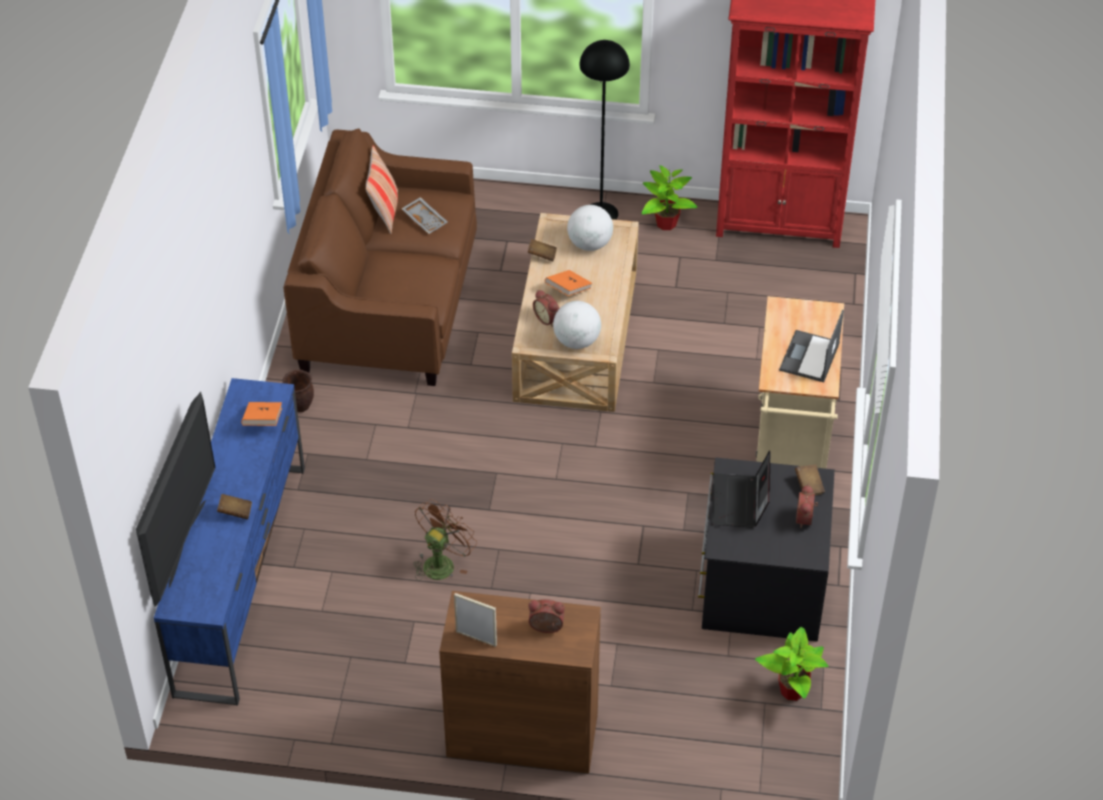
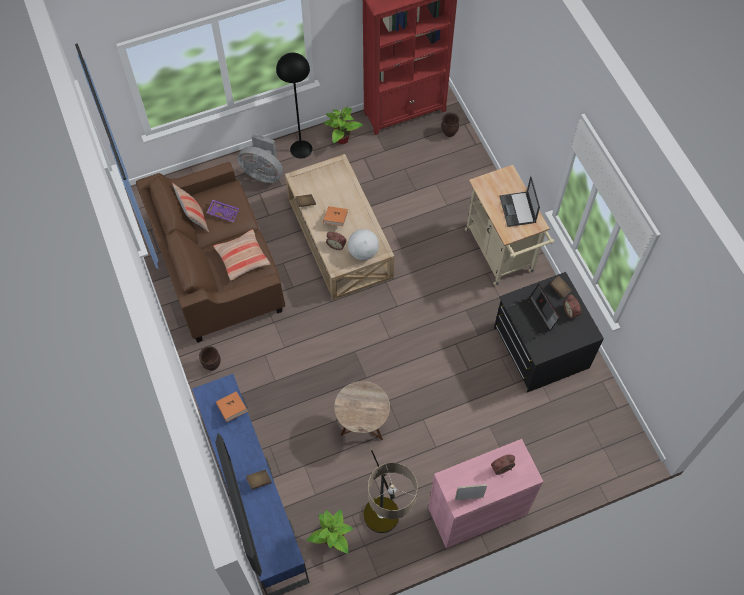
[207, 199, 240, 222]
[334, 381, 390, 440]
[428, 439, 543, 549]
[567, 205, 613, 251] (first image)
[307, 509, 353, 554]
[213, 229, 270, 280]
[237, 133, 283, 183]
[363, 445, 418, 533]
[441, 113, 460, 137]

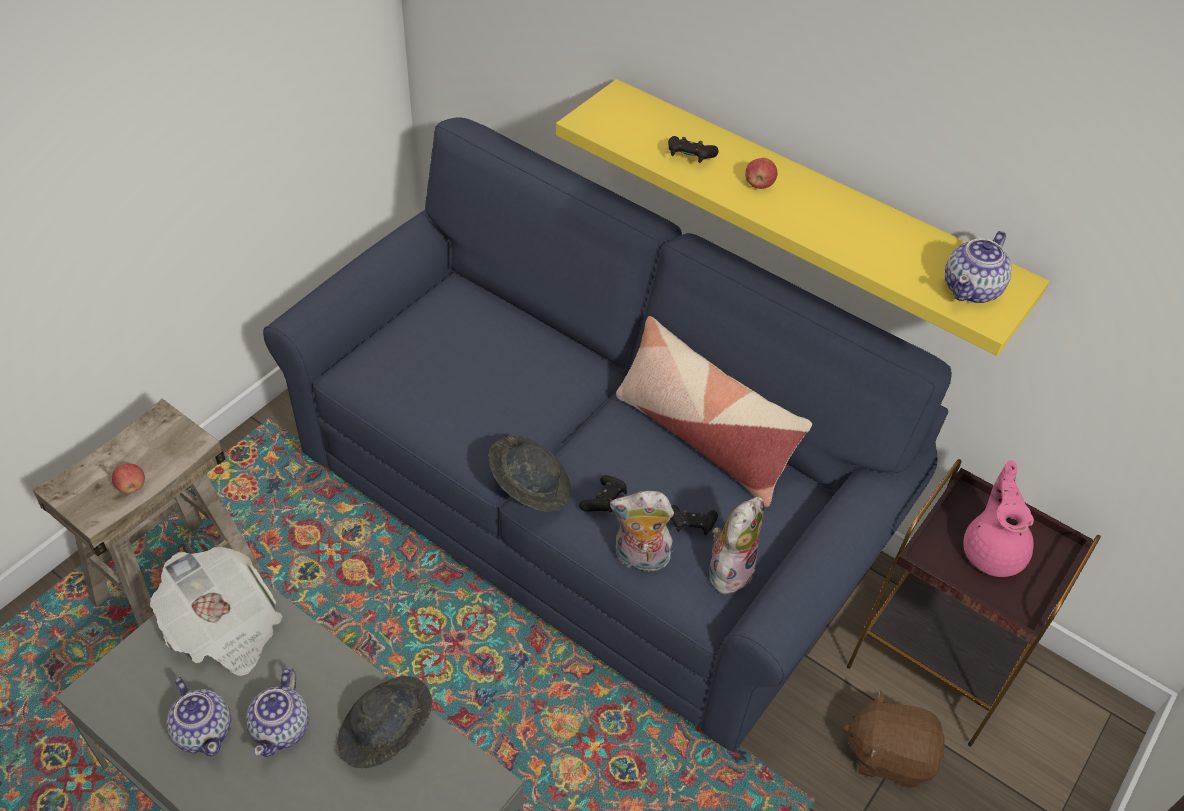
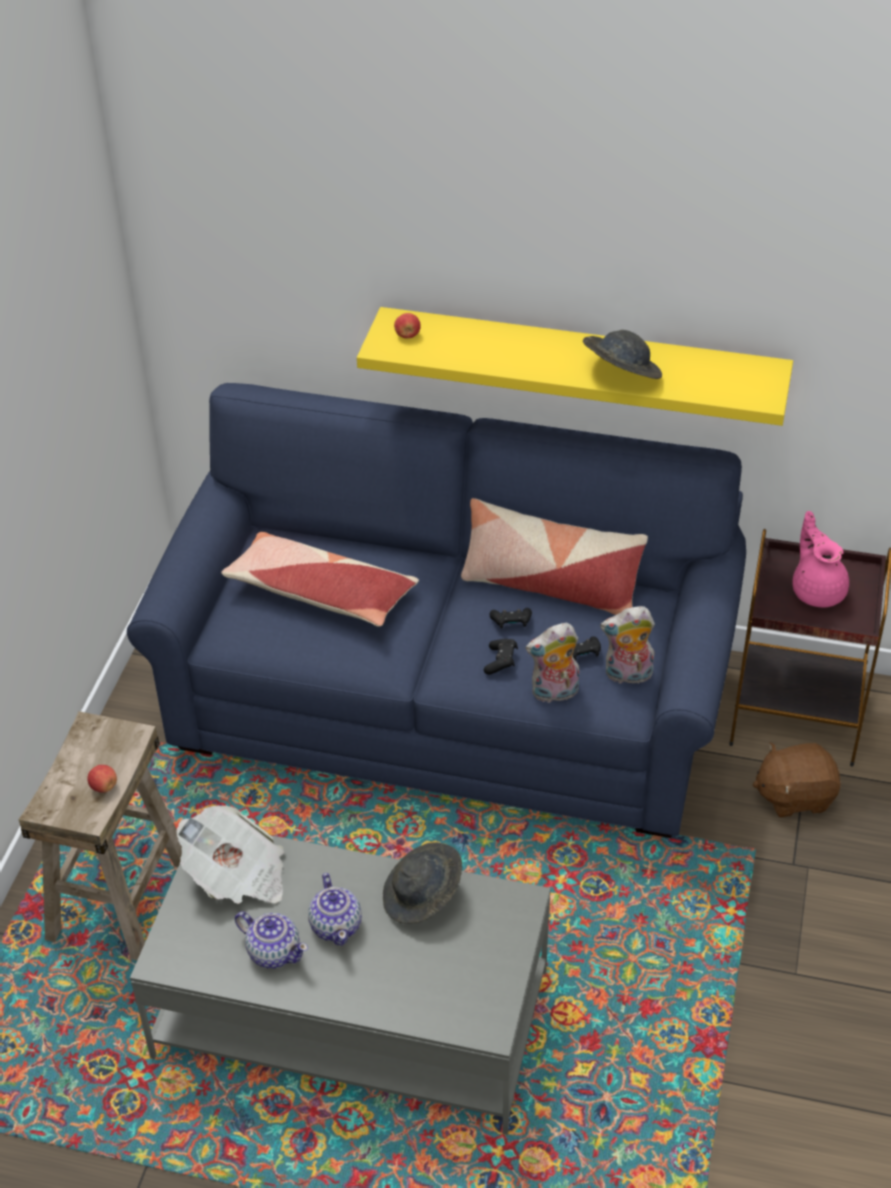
[583, 330, 662, 379]
[490, 608, 532, 629]
[600, 606, 655, 684]
[394, 313, 421, 339]
[945, 231, 1012, 303] (first image)
[221, 532, 419, 626]

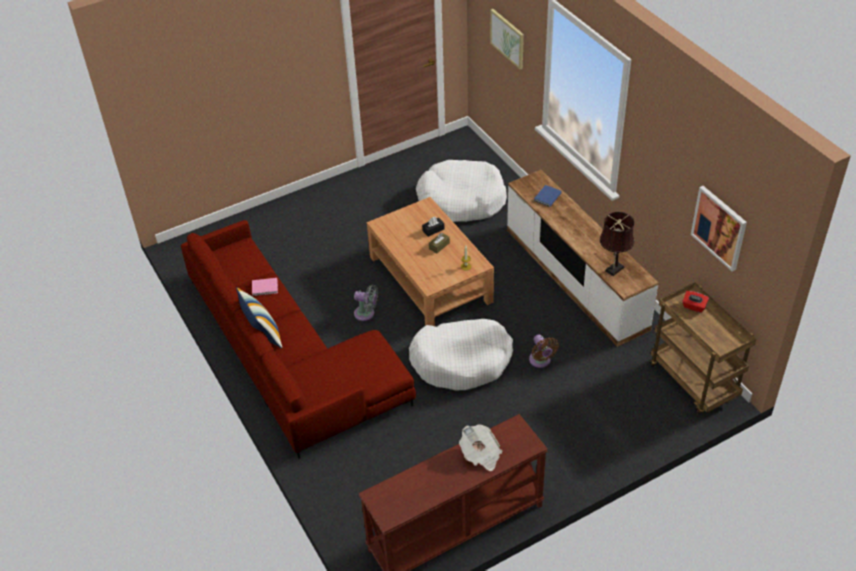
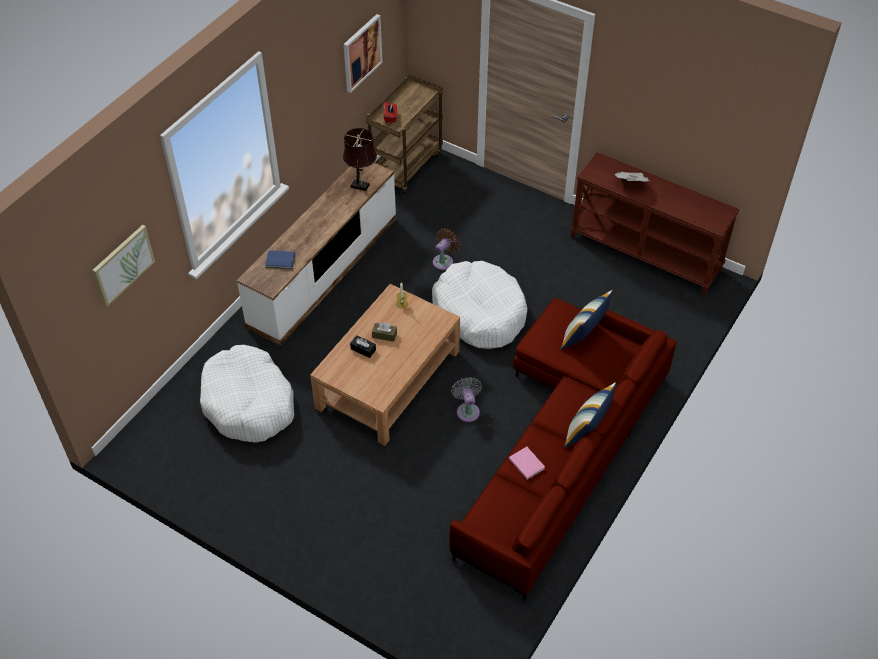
[561, 290, 613, 350]

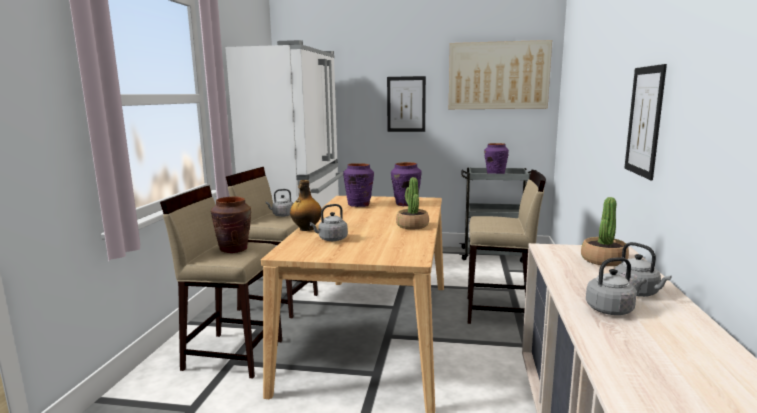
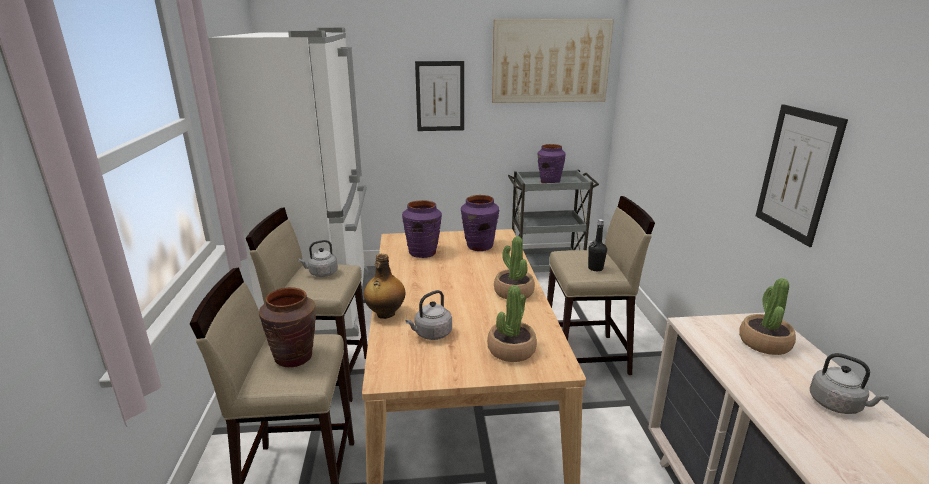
[586, 257, 647, 315] (first image)
[487, 285, 537, 362]
[588, 219, 607, 271]

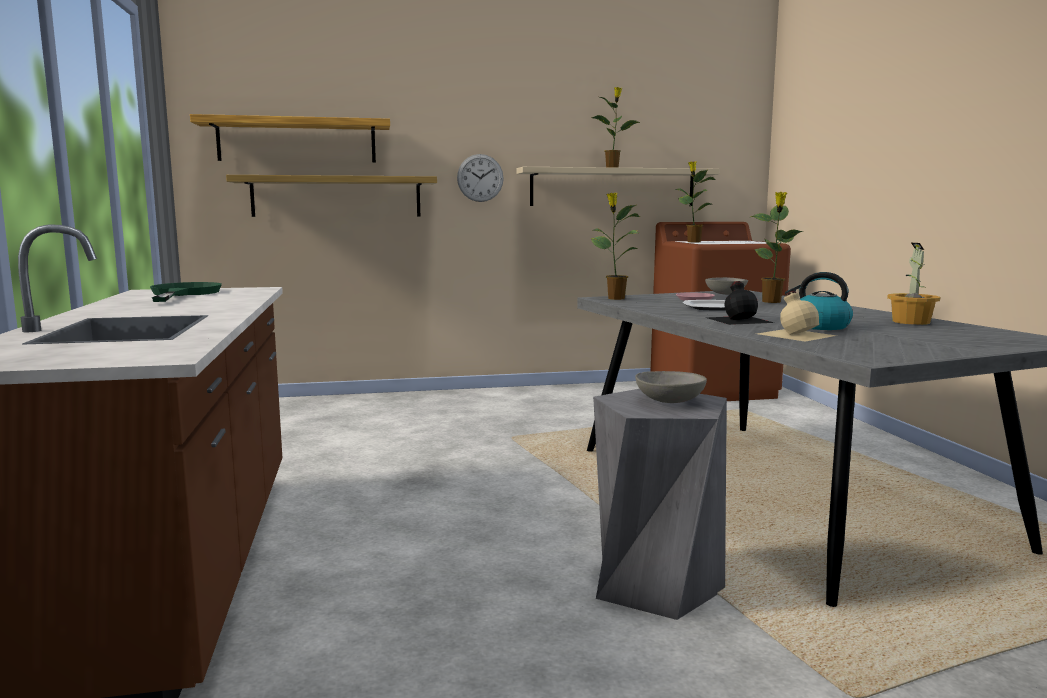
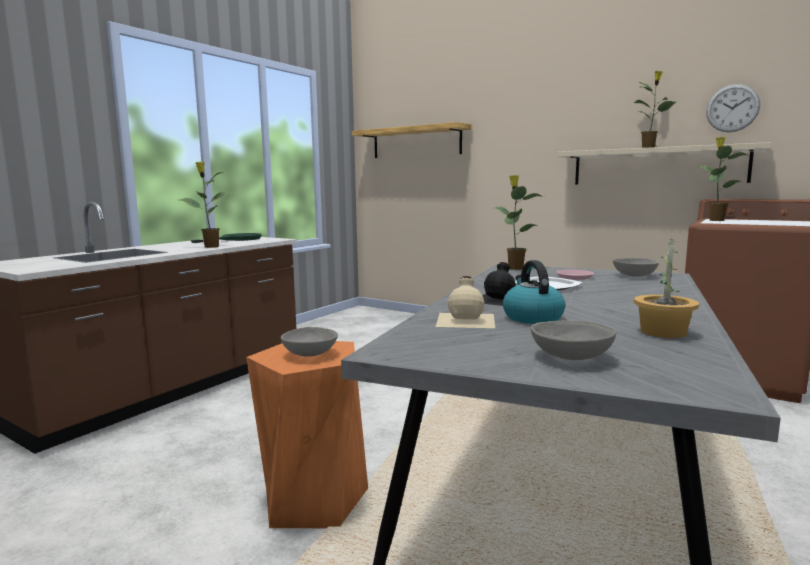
[226, 175, 437, 217] (first image)
[706, 84, 760, 132]
[246, 341, 368, 528]
[179, 162, 232, 248]
[531, 321, 616, 360]

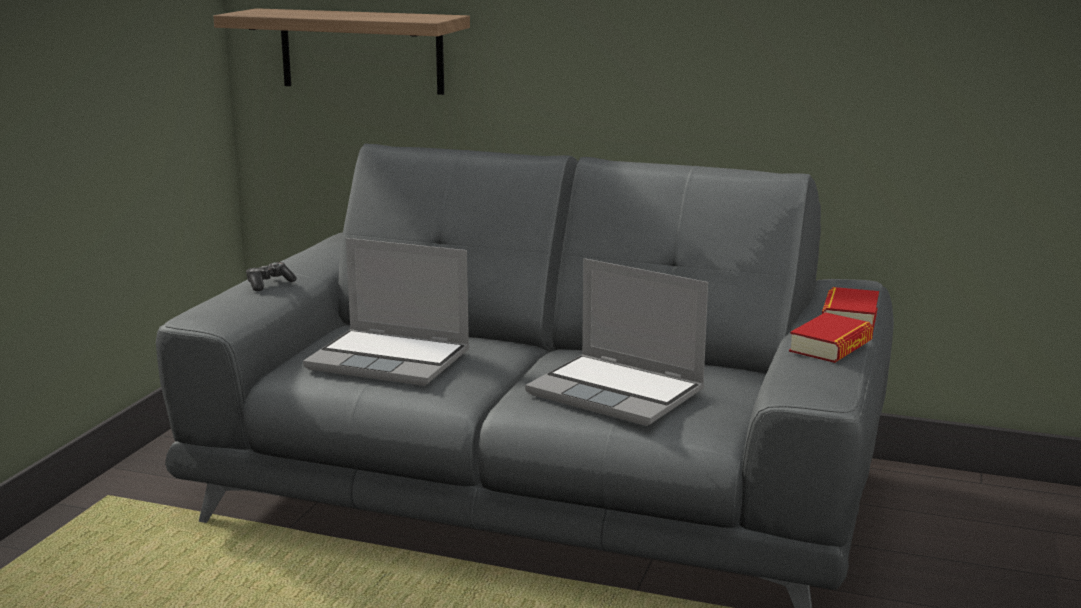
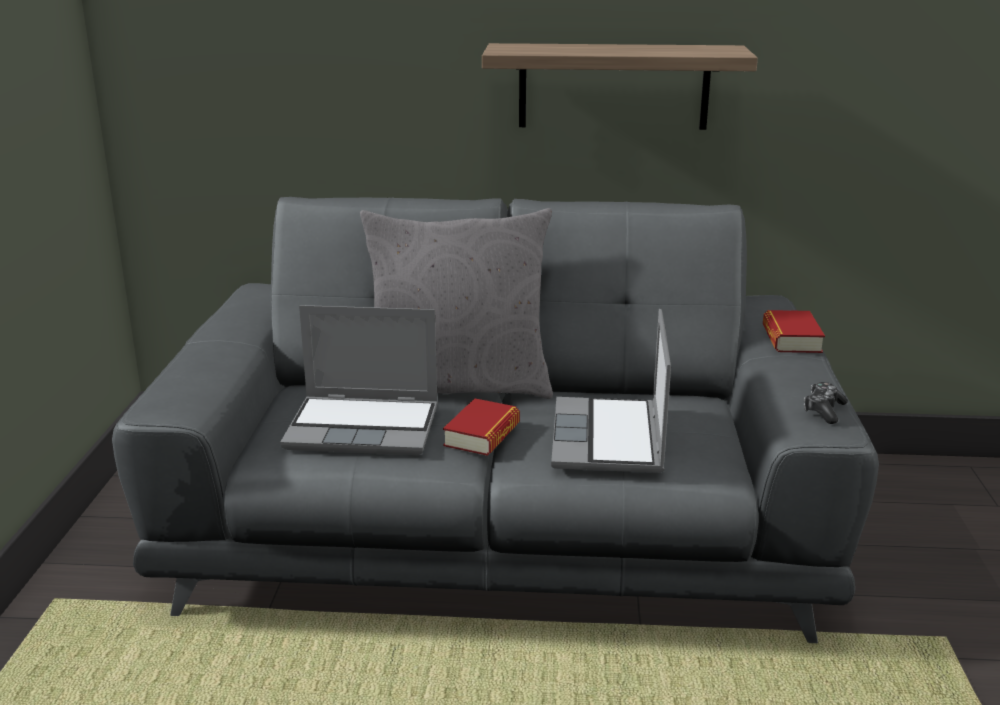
[482, 43, 758, 130]
[804, 382, 848, 424]
[551, 309, 671, 473]
[443, 398, 520, 456]
[360, 208, 553, 399]

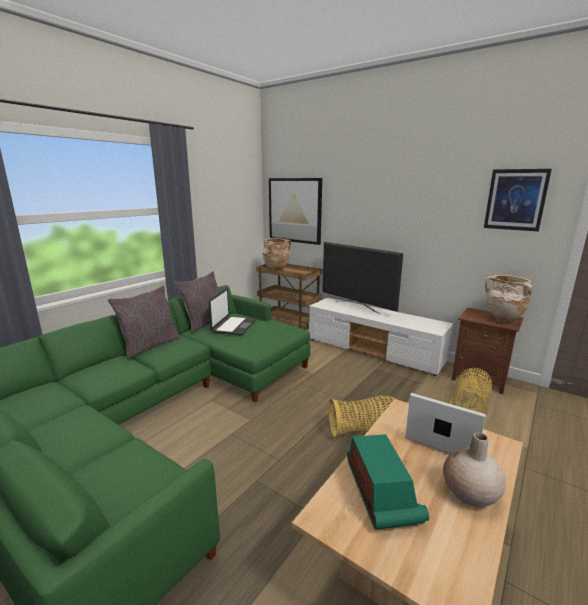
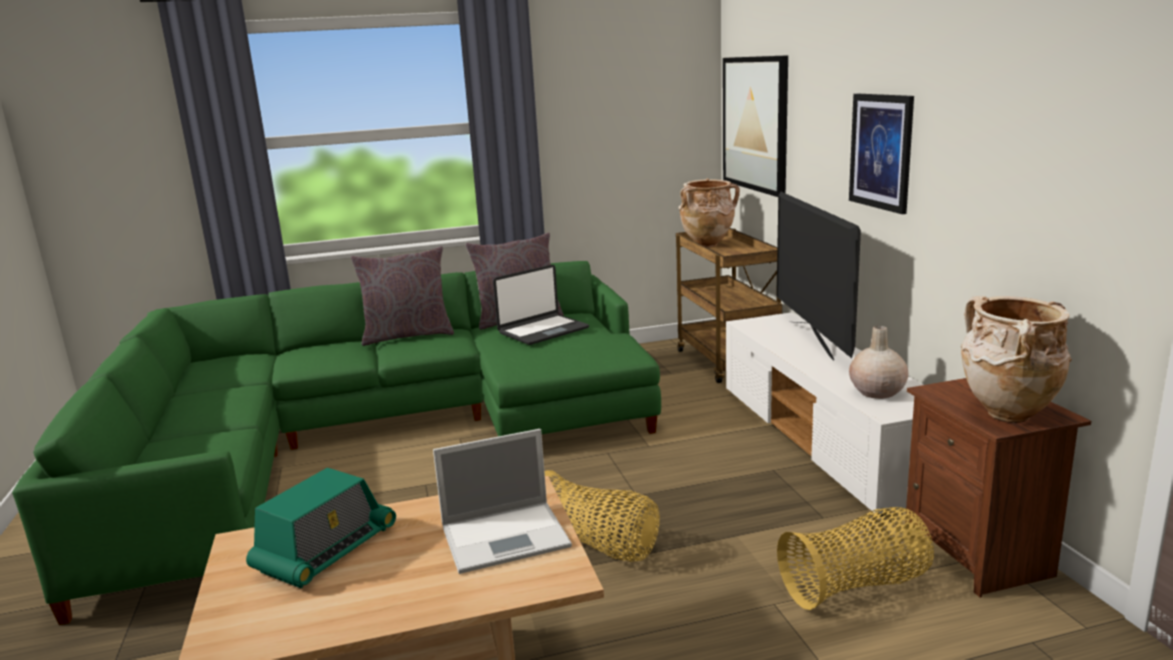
[433, 429, 572, 574]
[849, 326, 908, 399]
[849, 94, 914, 214]

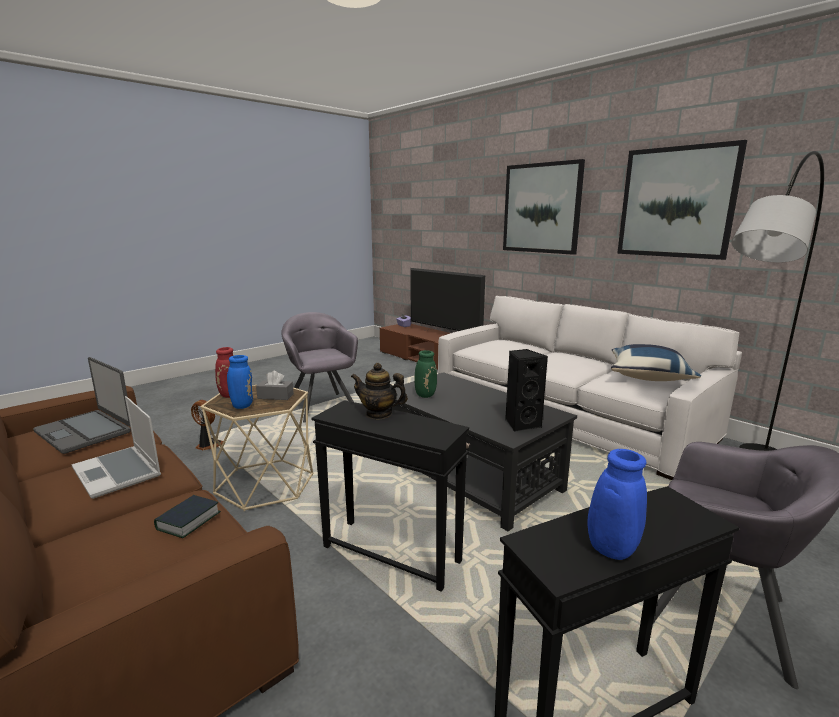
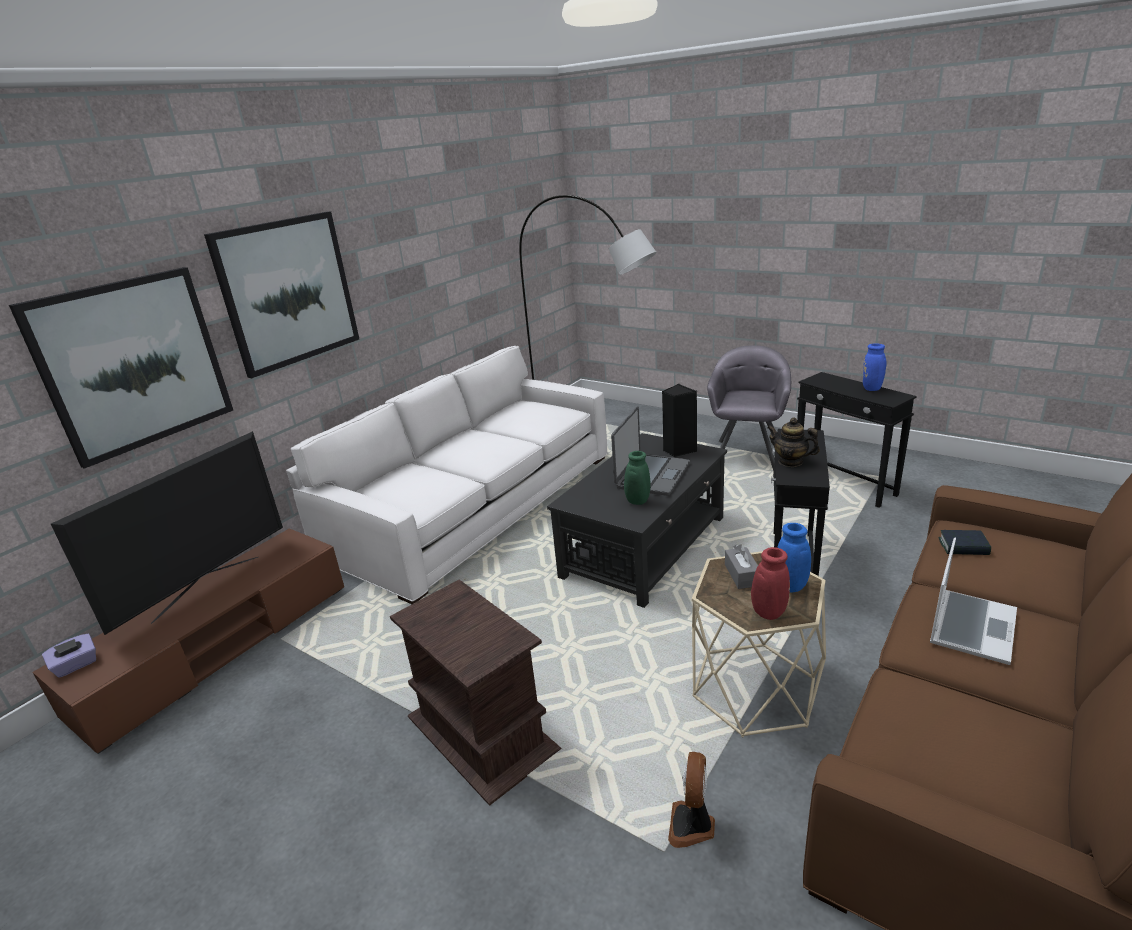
[611, 406, 690, 496]
[390, 580, 561, 806]
[767, 417, 820, 467]
[611, 344, 701, 381] (first image)
[9, 267, 233, 469]

